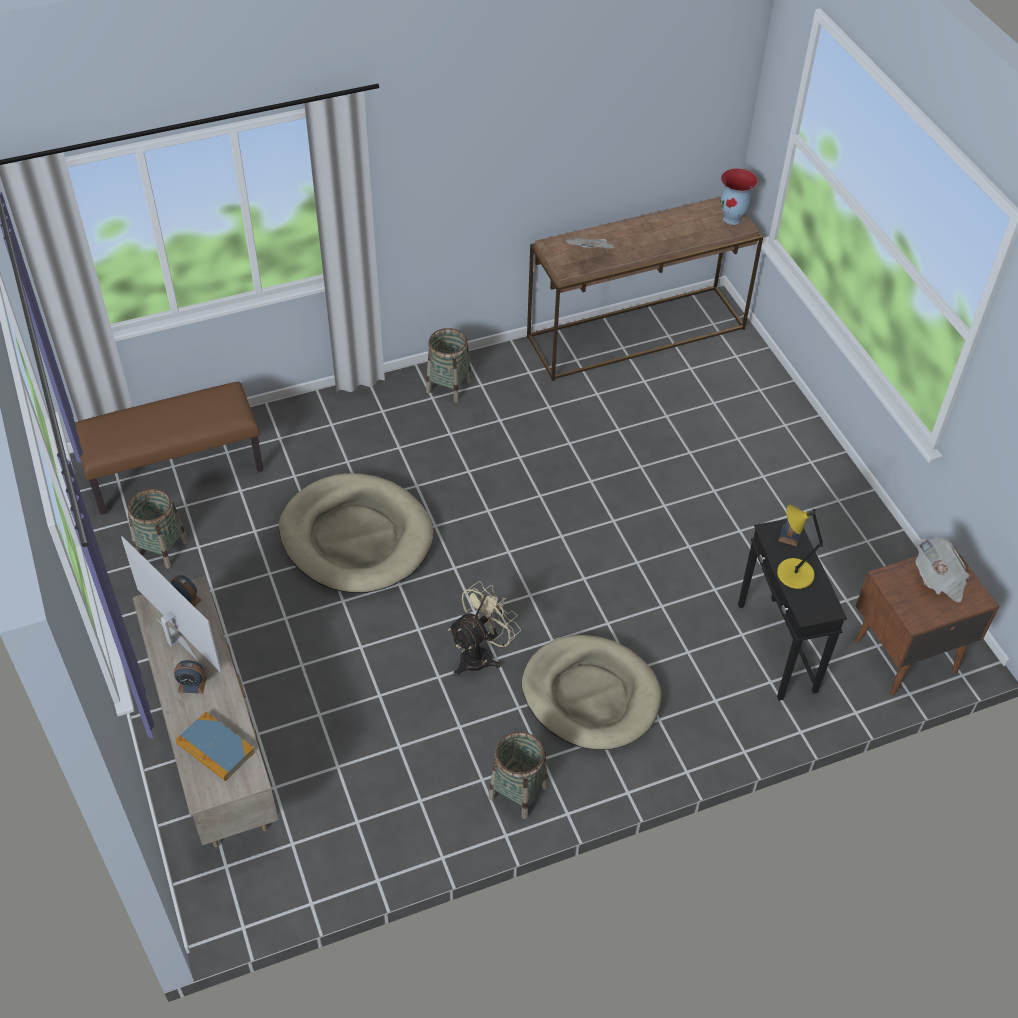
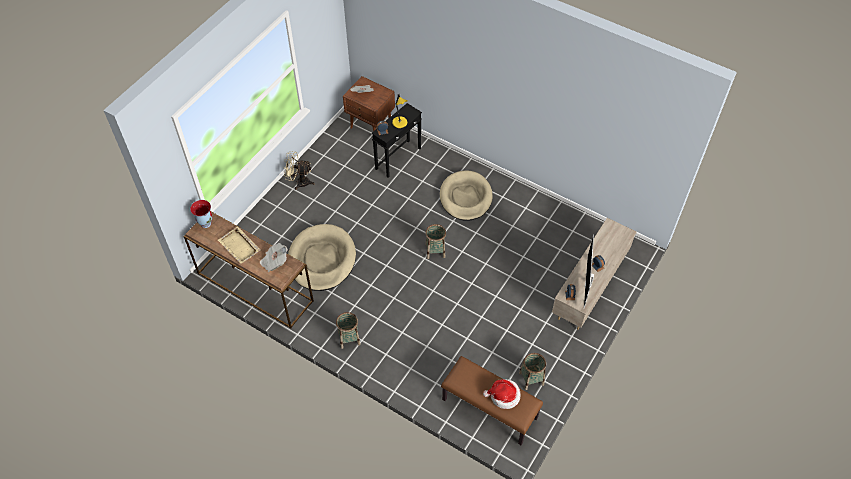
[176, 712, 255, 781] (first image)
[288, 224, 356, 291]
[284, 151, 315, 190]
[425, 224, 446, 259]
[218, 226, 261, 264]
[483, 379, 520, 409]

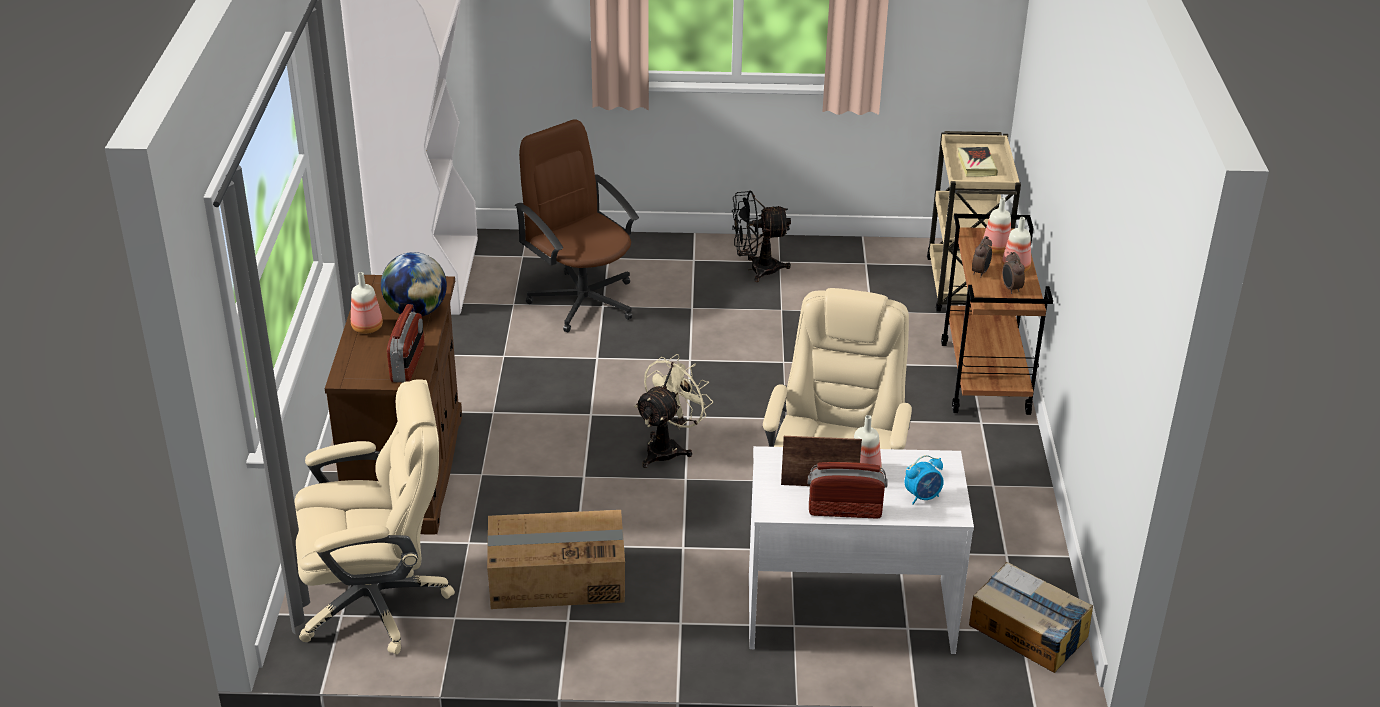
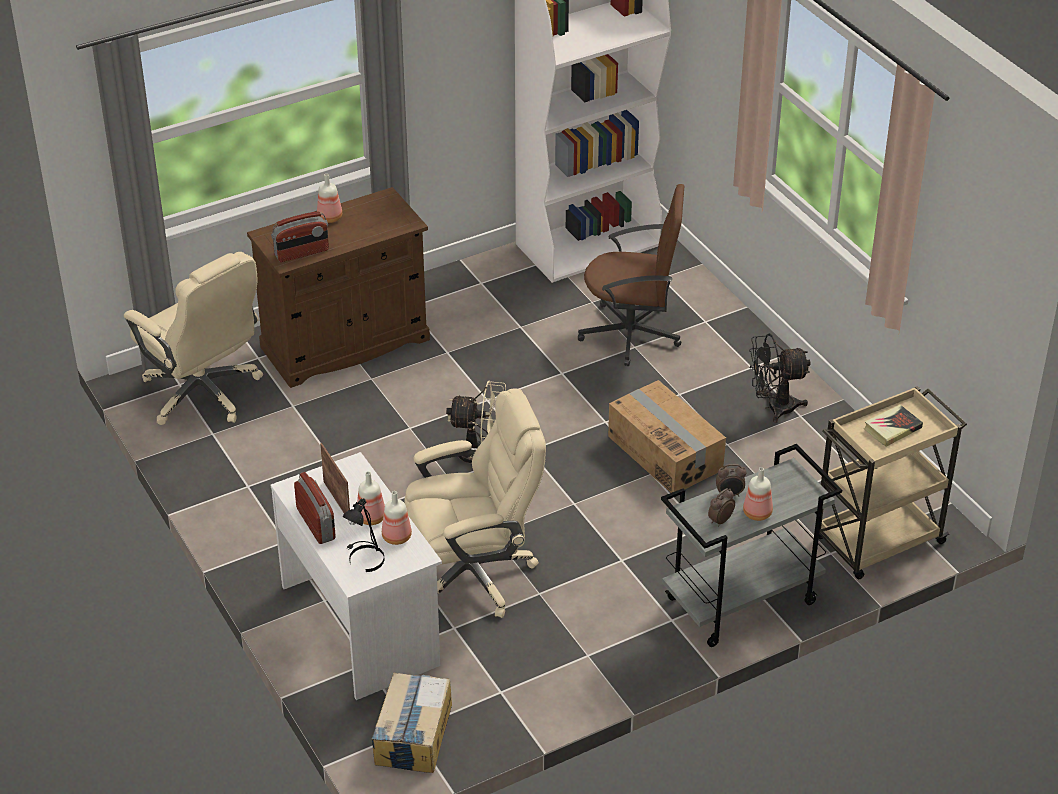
[381, 252, 447, 316] (first image)
[608, 380, 726, 493]
[578, 184, 684, 366]
[749, 333, 811, 423]
[342, 498, 385, 572]
[661, 444, 842, 647]
[382, 491, 412, 545]

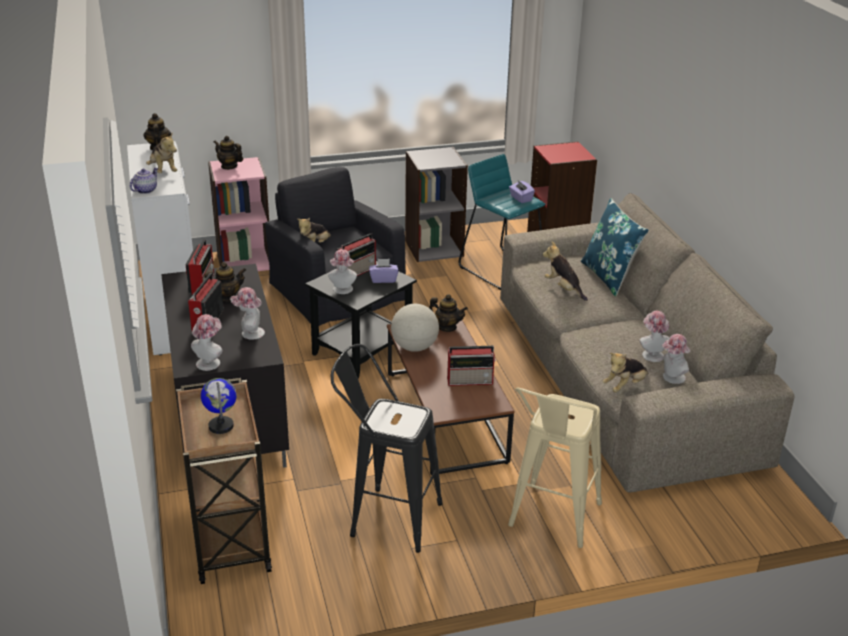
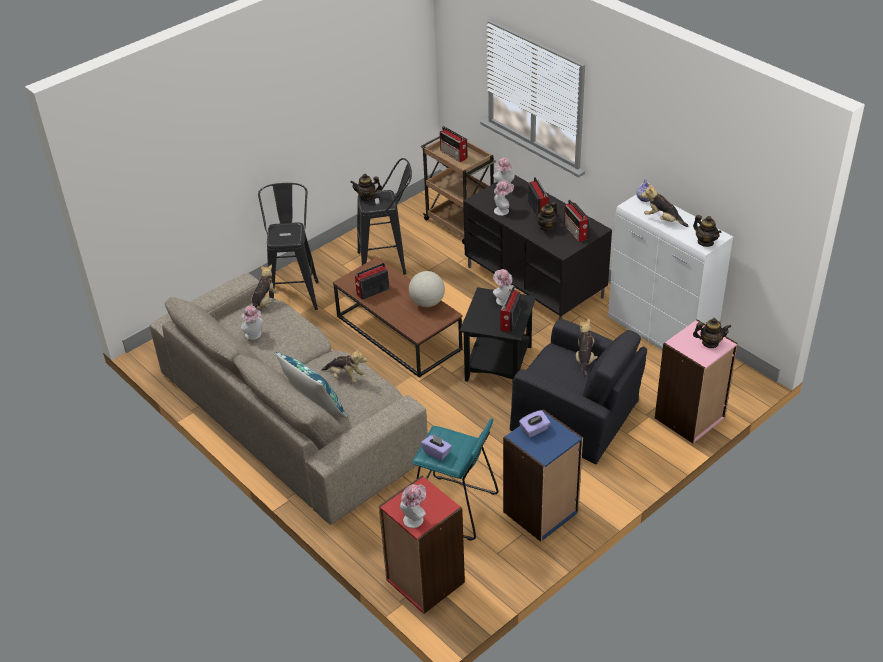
[440, 126, 468, 162]
[519, 410, 550, 438]
[503, 409, 583, 542]
[350, 174, 382, 201]
[258, 183, 319, 310]
[400, 484, 426, 528]

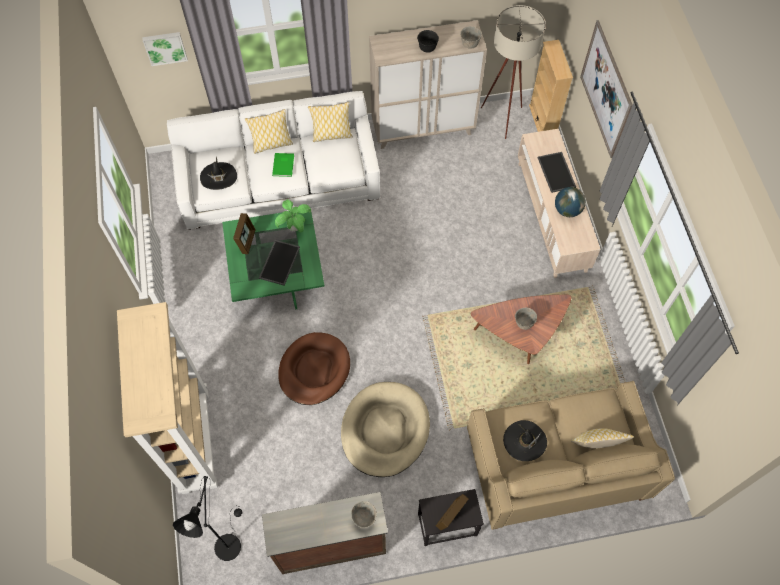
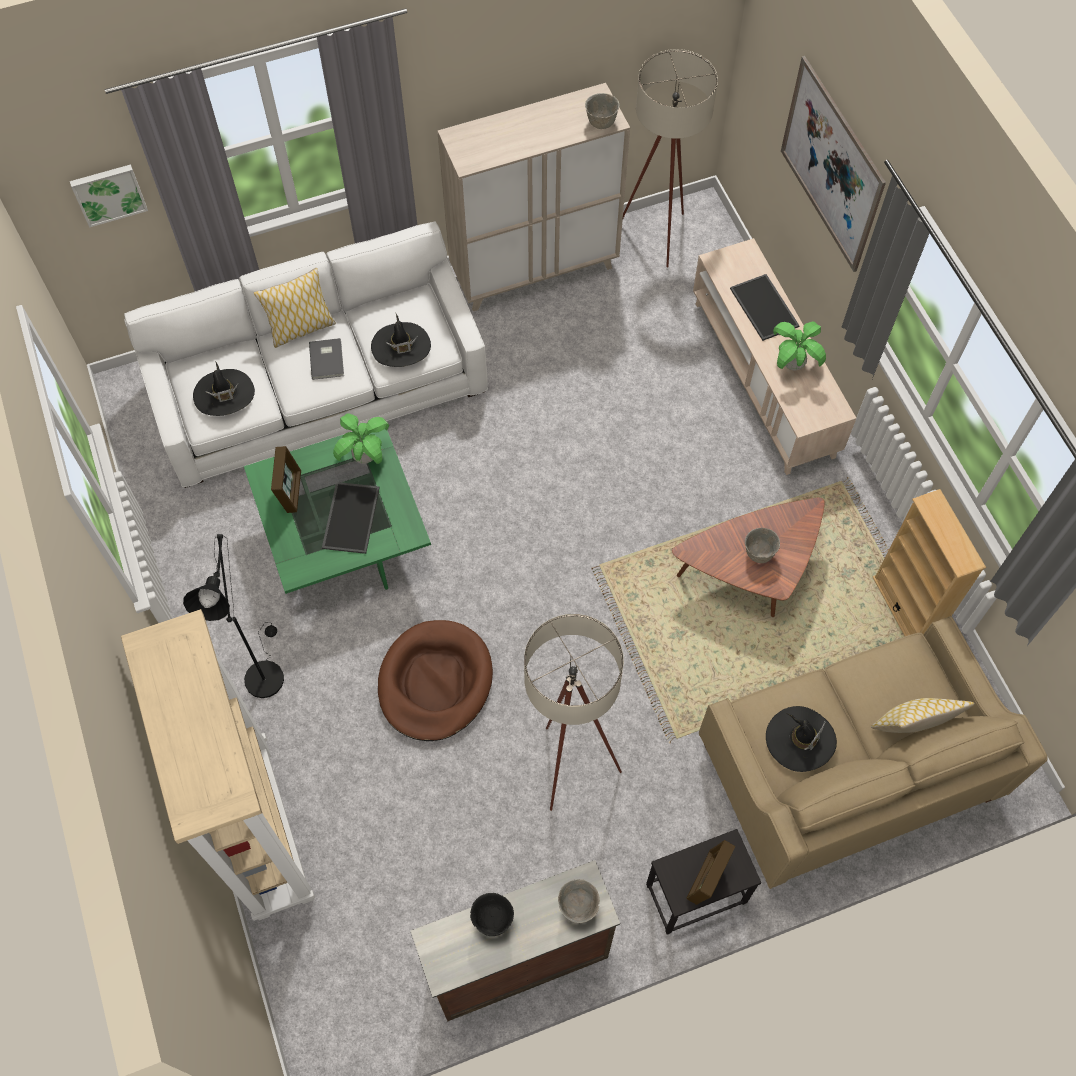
[183, 534, 284, 698]
[309, 338, 344, 380]
[308, 102, 353, 142] (first image)
[524, 614, 624, 811]
[470, 893, 514, 936]
[873, 489, 986, 636]
[773, 321, 826, 371]
[371, 314, 431, 367]

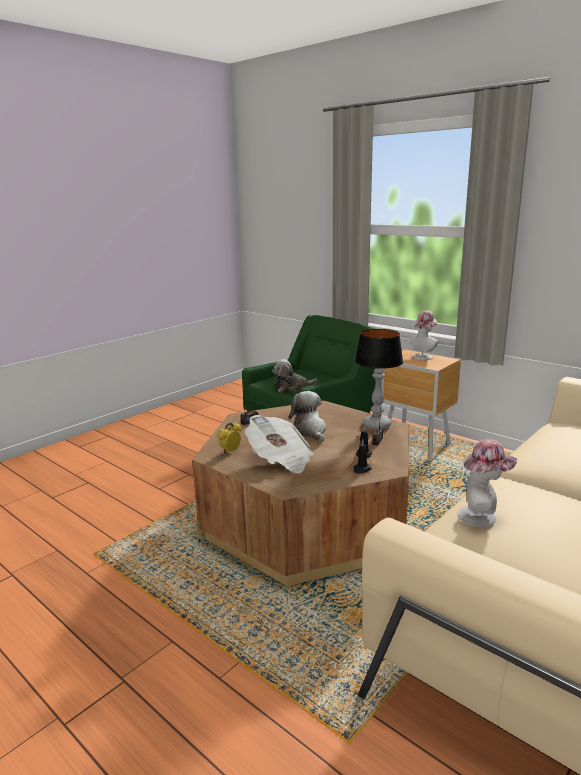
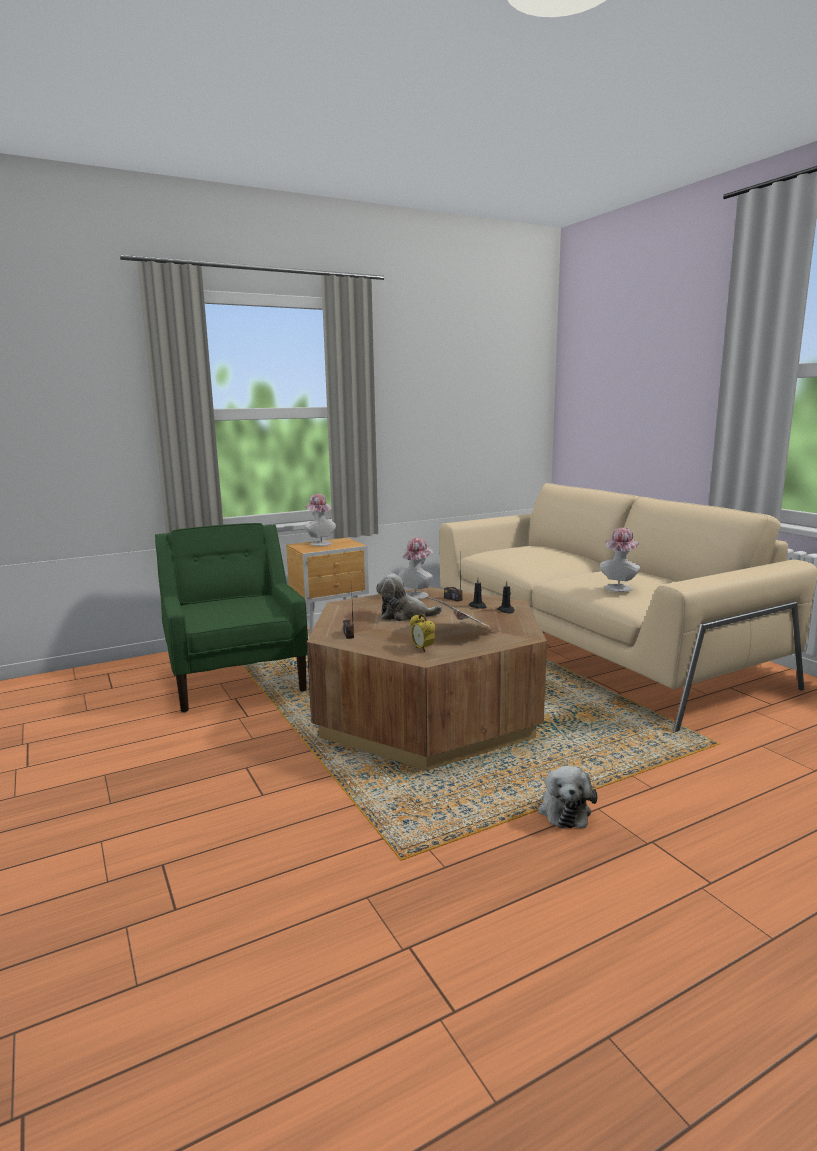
[538, 766, 597, 828]
[399, 537, 433, 599]

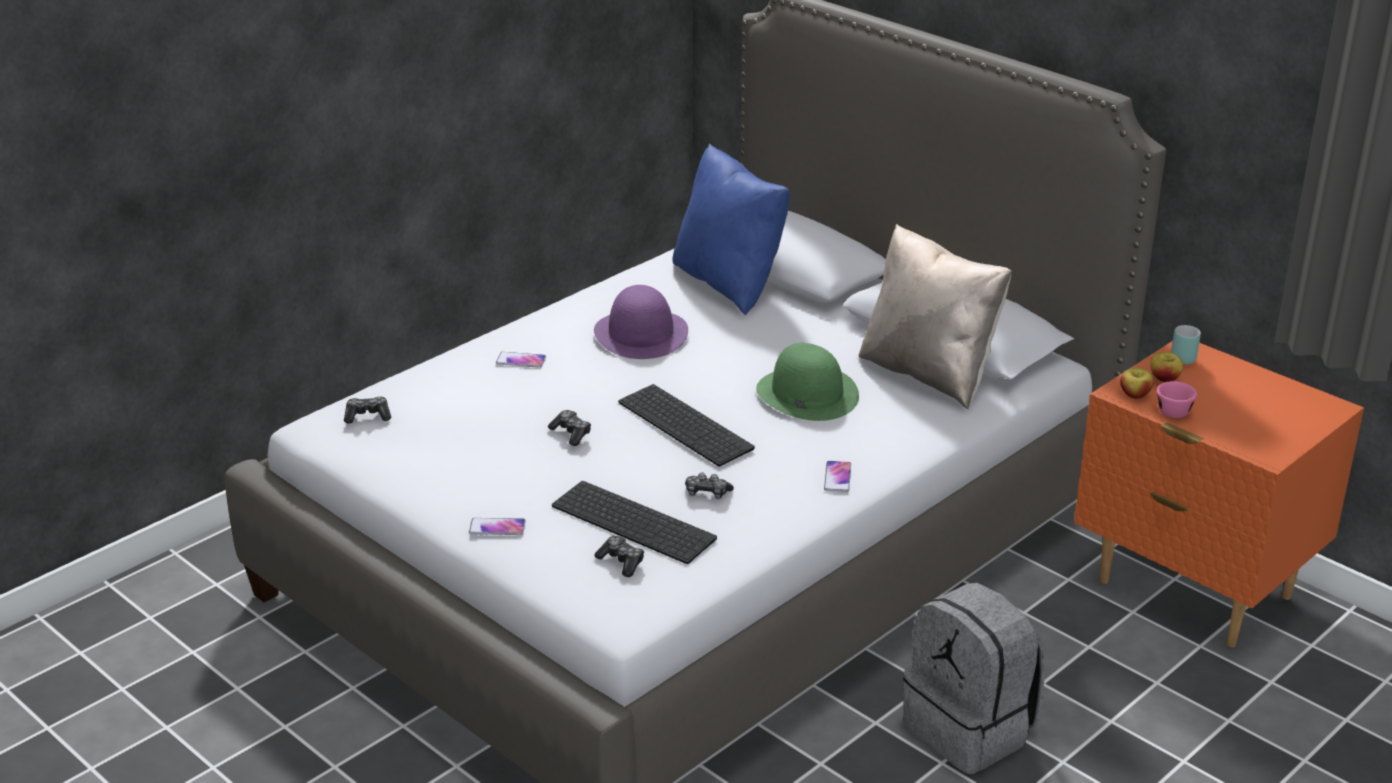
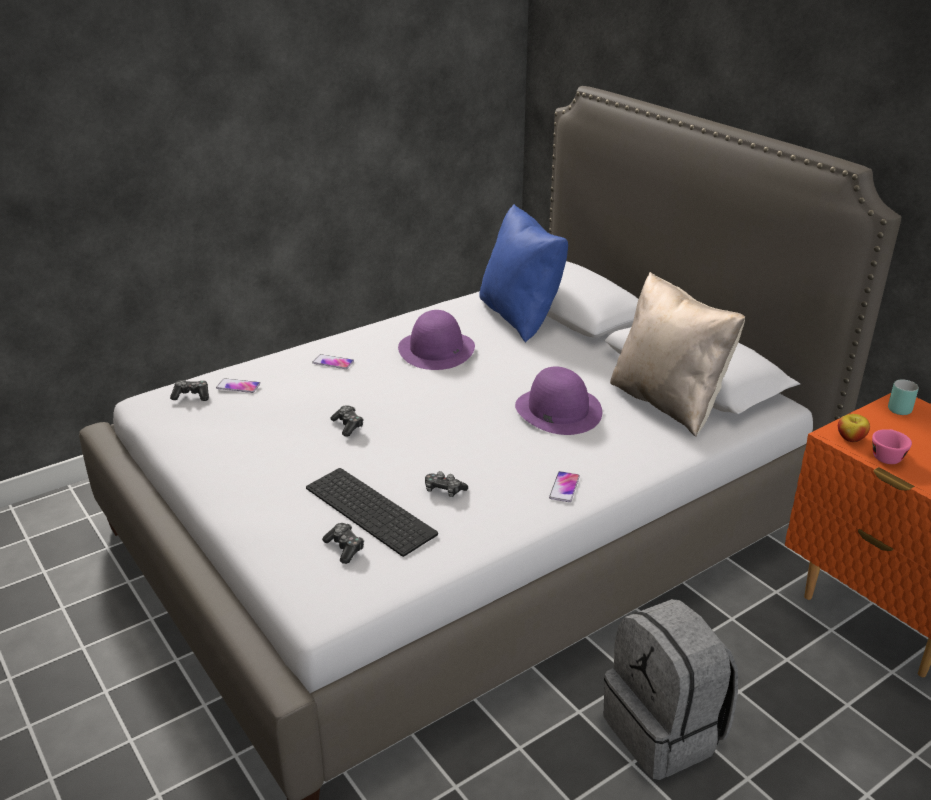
[216, 378, 260, 393]
[618, 384, 755, 466] (first image)
[515, 366, 602, 435]
[1150, 352, 1183, 382] (first image)

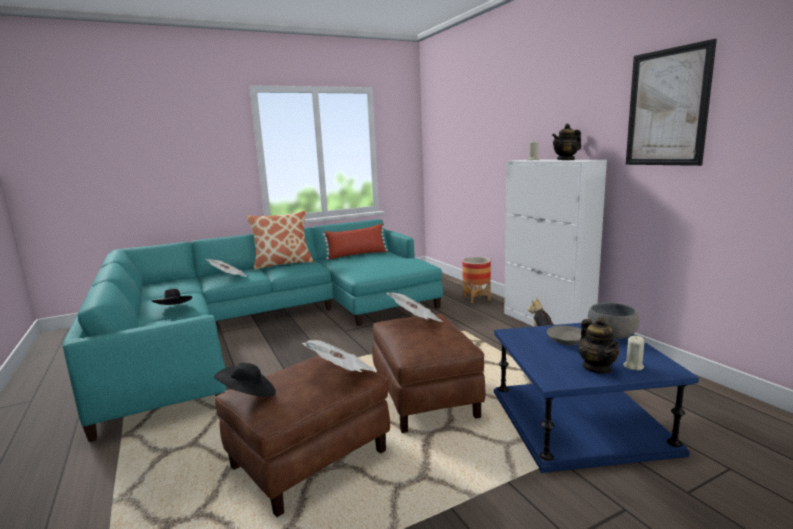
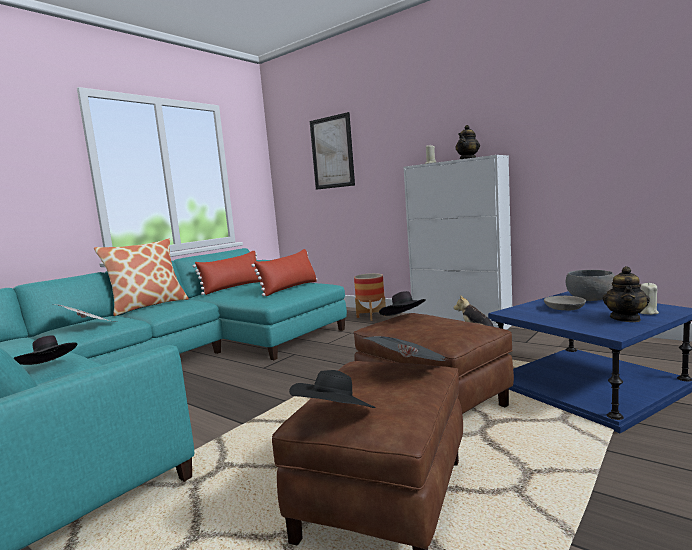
[379, 291, 426, 316]
[603, 266, 650, 322]
[310, 112, 355, 190]
[251, 249, 317, 297]

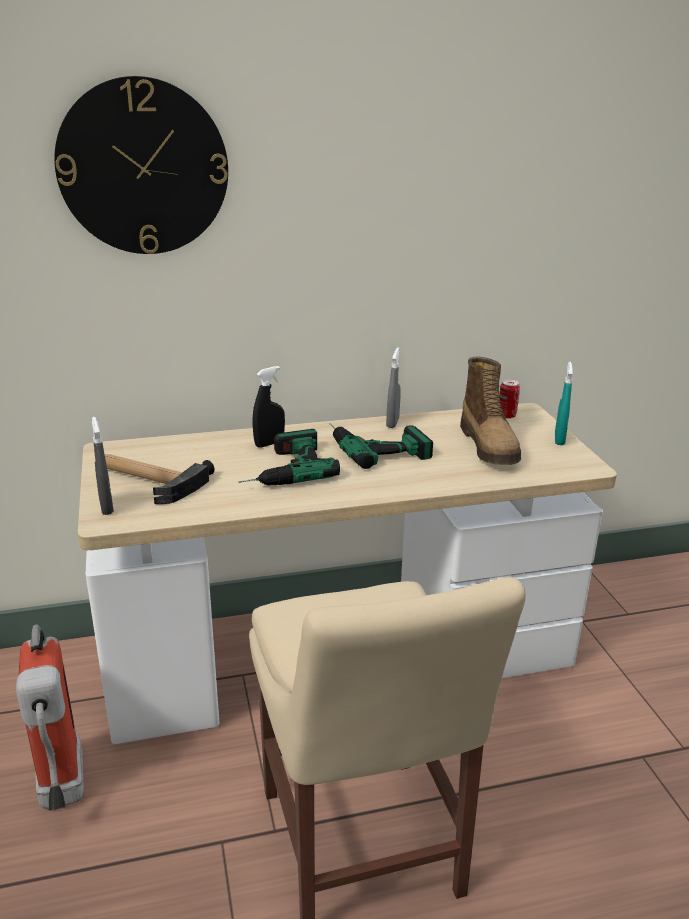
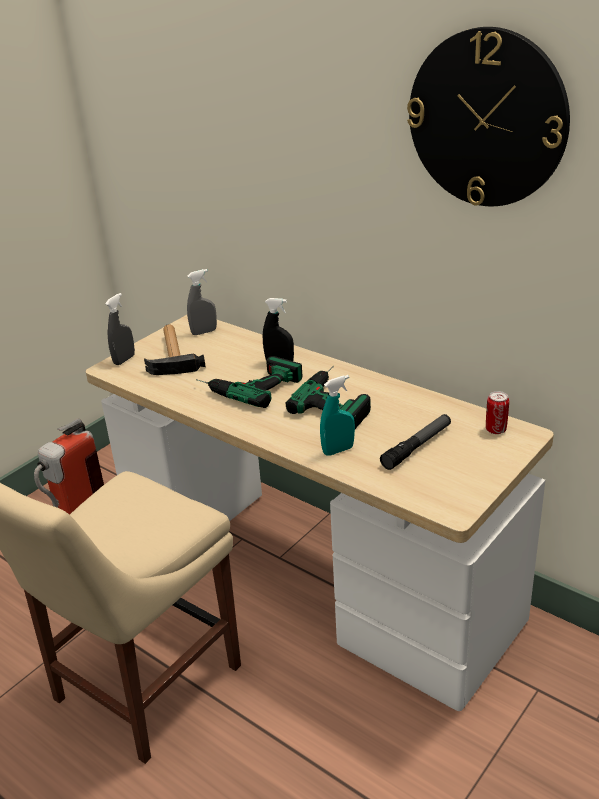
[407, 27, 570, 206]
[187, 269, 217, 335]
[380, 414, 451, 470]
[320, 375, 355, 456]

